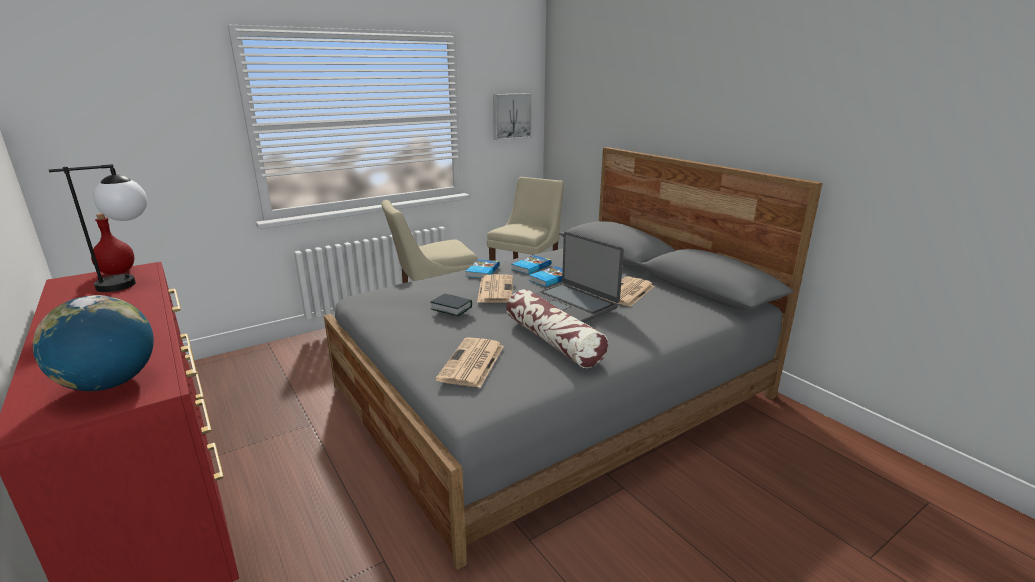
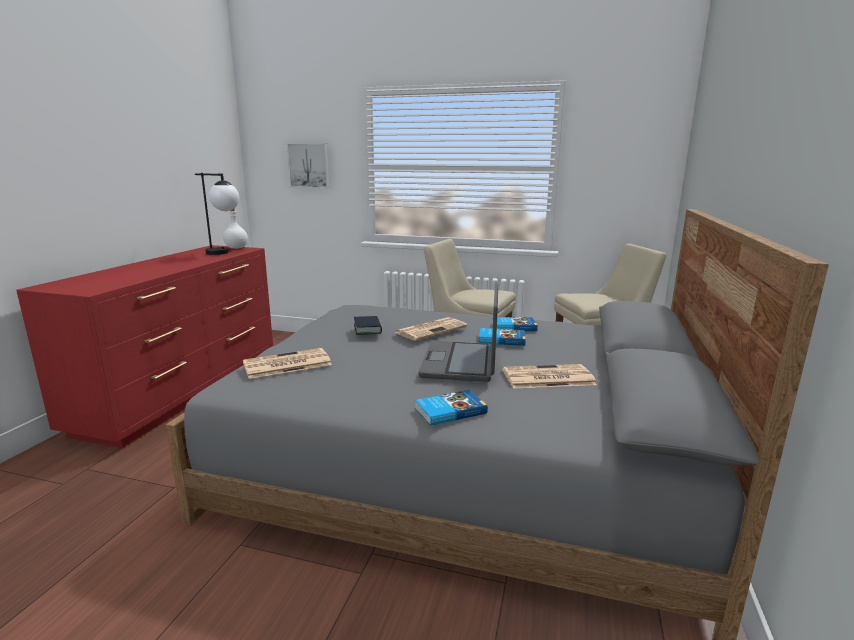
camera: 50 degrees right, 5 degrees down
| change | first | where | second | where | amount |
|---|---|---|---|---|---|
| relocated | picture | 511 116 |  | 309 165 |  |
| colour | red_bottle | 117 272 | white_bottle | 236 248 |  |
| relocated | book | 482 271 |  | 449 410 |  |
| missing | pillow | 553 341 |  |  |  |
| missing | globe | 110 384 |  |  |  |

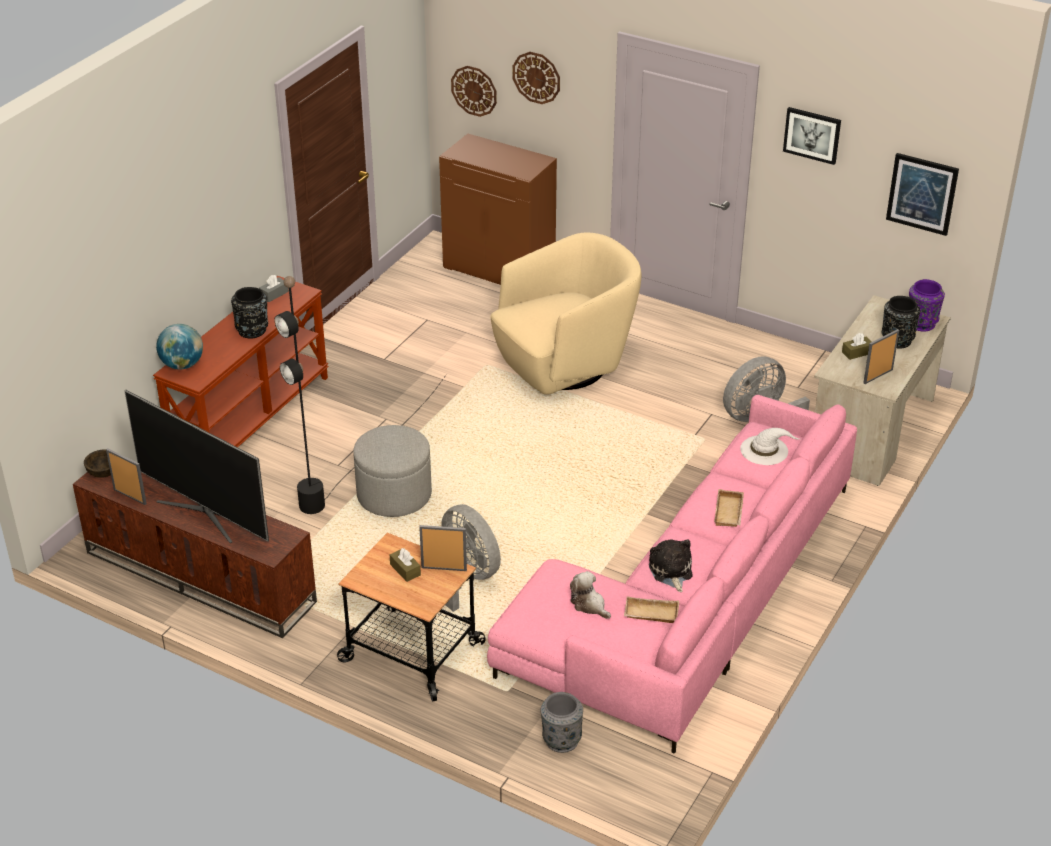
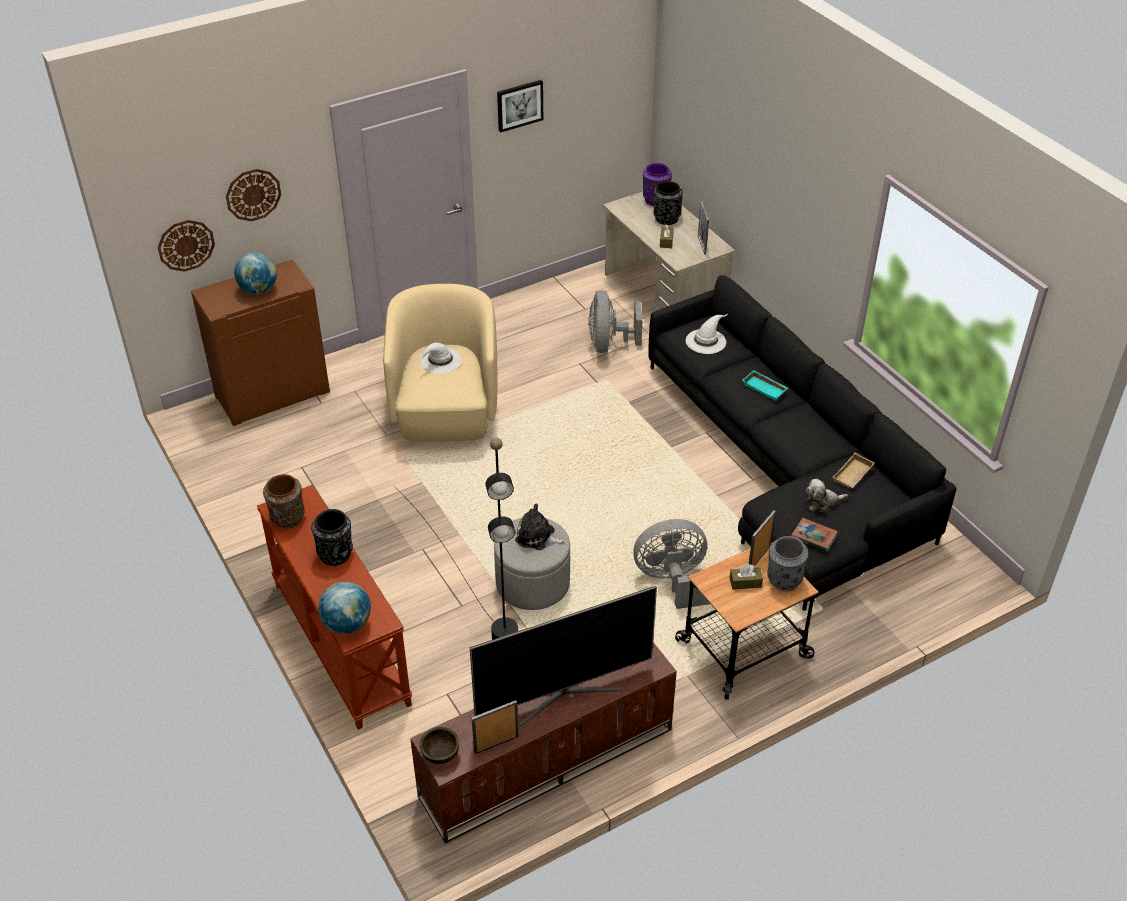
camera: 60 degrees left, 5 degrees up
| change | first | where | second | where | amount |
|---|---|---|---|---|---|
| missing | picture | 922 193 |  |  |  |
| exchanged | grey_tissue_box | 274 294 | brown_vase | 288 518 |  |
| colour | pink_sofa | 689 601 | black_sofa | 784 468 |  |
| colour | beige_tray | 730 512 | turquoise_tray | 765 388 |  |
| relocated | plush_toy | 671 571 |  | 537 537 |  |
| relocated | grey_vase | 561 740 |  | 784 580 |  |
| appeared |  |  | globe | 259 290 |  |
| appeared |  |  | white_hat | 440 361 |  |
| appeared |  |  | book | 813 537 |  |

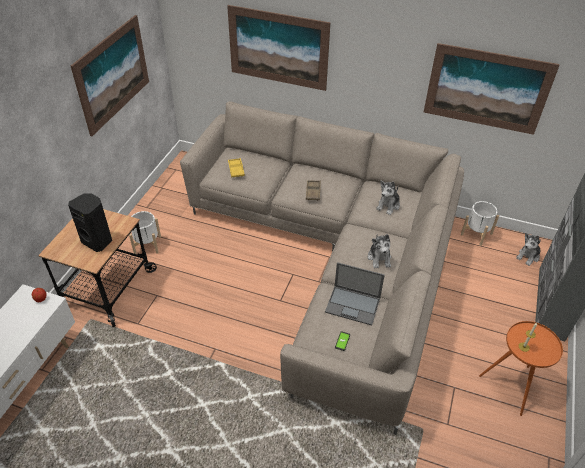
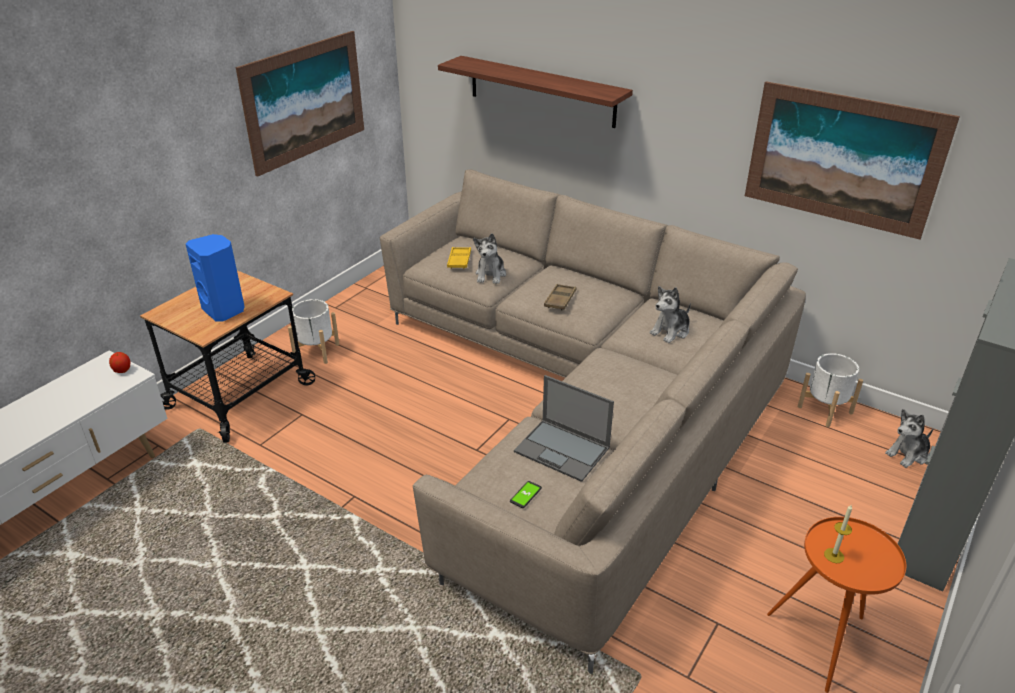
camera: 15 degrees right, 10 degrees down
| change | first | where | second | where | amount |
|---|---|---|---|---|---|
| exchanged | picture | 278 48 | shelf | 541 91 |  |
| colour | black_speaker | 98 241 | blue_speaker | 225 310 |  |
| relocated | plush_toy | 379 258 |  | 490 275 |  |

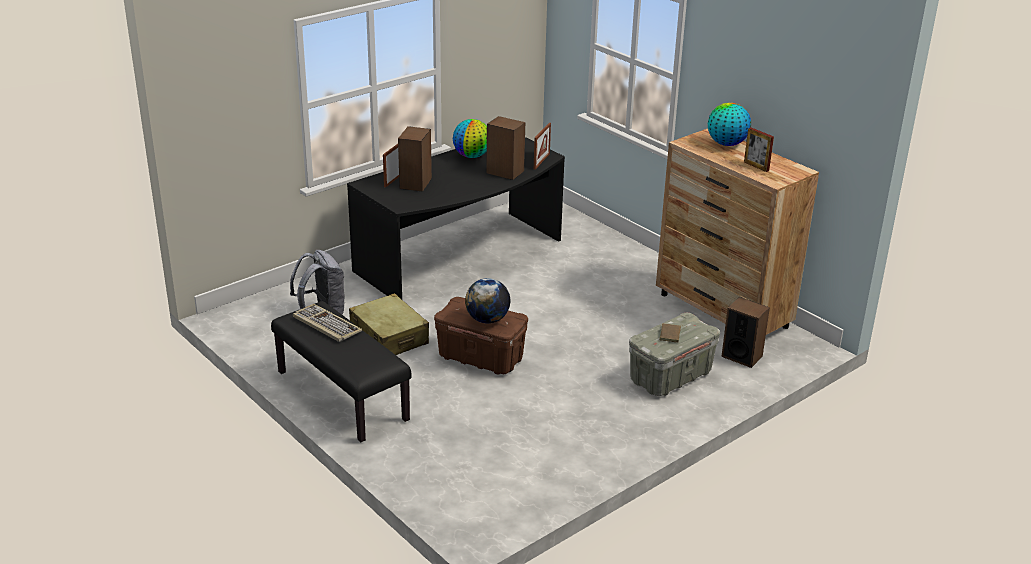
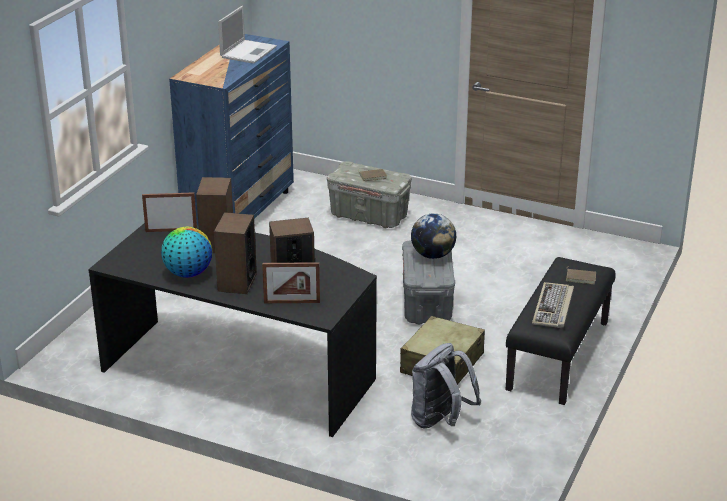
camera: 115 degrees left, 0 degrees up
| change | first | where | second | where | amount |
|---|---|---|---|---|---|
| missing | globe | 726 144 |  |  |  |
| exchanged | picture_frame | 756 166 | laptop | 248 52 |  |
| colour | brown_dresser | 723 311 | blue_dresser | 240 212 |  |
| colour | brown_storage_box | 480 358 | grey_storage_box | 427 305 |  |
| relocated | speaker | 742 356 |  | 237 282 |  |
| appeared |  |  | brown_book | 581 277 |  |

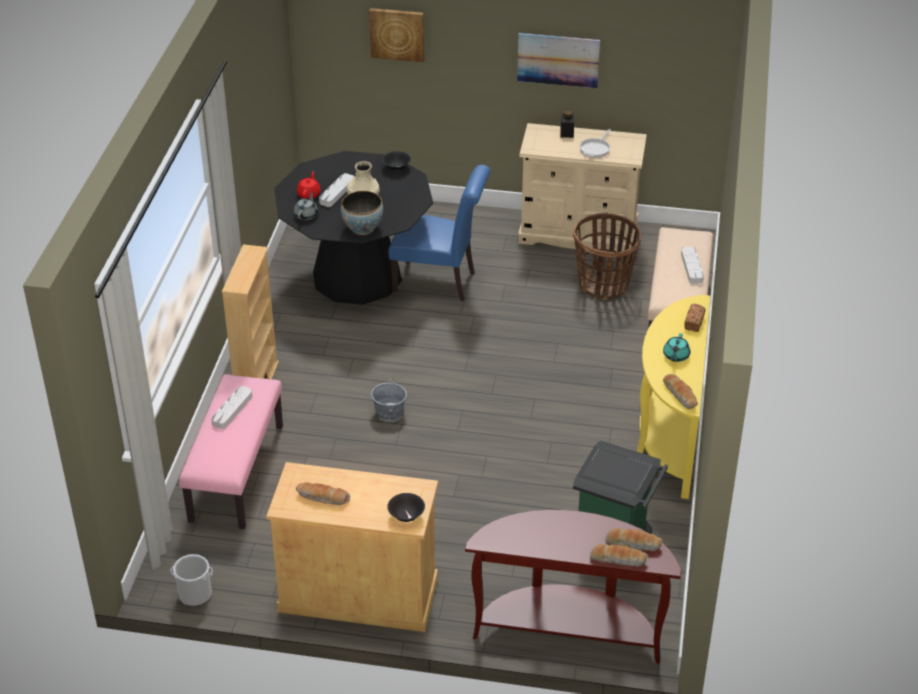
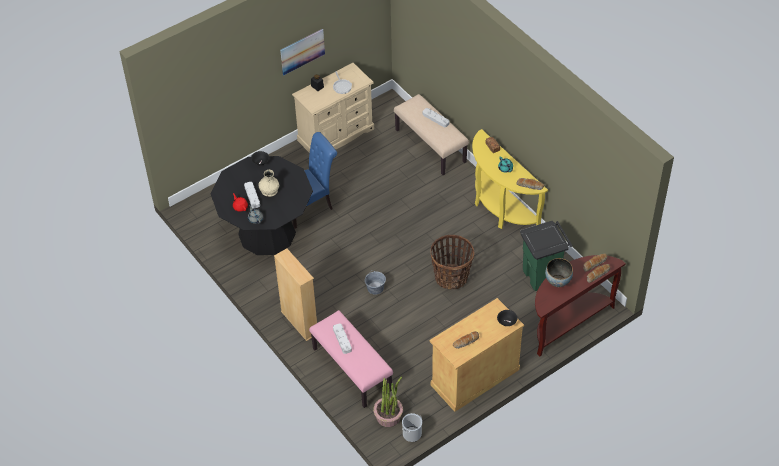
camera: 45 degrees left, 10 degrees up
| change | first | where | second | where | amount |
|---|---|---|---|---|---|
| missing | picture | 397 34 |  |  |  |
| relocated | bowl | 363 228 |  | 558 281 |  |
| relocated | basket | 603 285 |  | 451 277 |  |
| appeared |  |  | potted_plant | 388 416 |  |

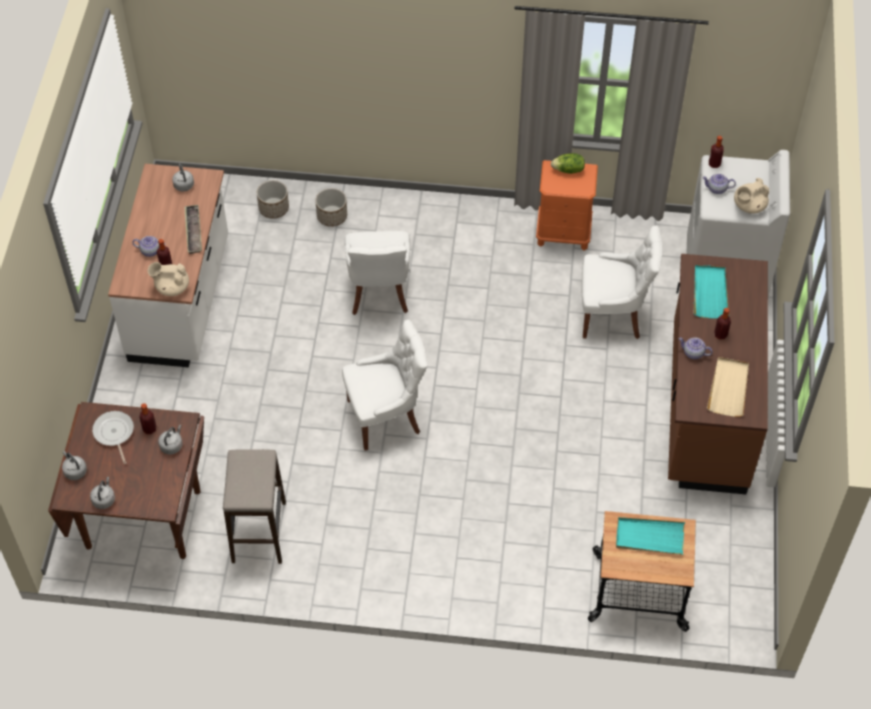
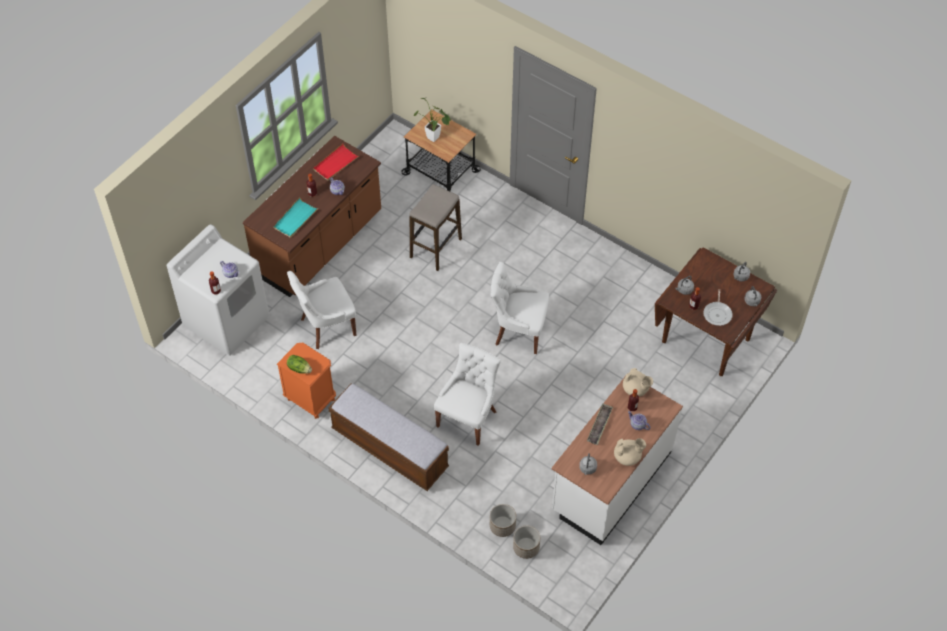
camera: 150 degrees left, 0 degrees up
| change | first | where | second | where | amount |
|---|---|---|---|---|---|
| relocated | beige_teapot | 748 206 |  | 627 457 |  |
| relocated | planter | 332 216 |  | 526 547 |  |
| spun | white_chair | 613 315 |  | 326 327 | 60 degrees counterclockwise |
| colour | beige_tray | 728 388 | red_tray | 336 164 |  |
| relocated | stool | 259 532 |  | 435 248 |  |
| exchanged | turquoise_tray | 649 537 | potted_plant | 435 139 |  |
| appeared |  |  | bench | 389 448 |  |

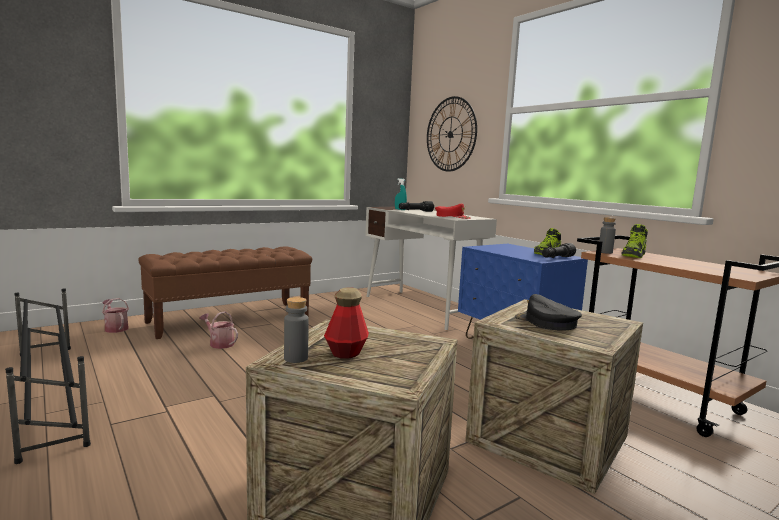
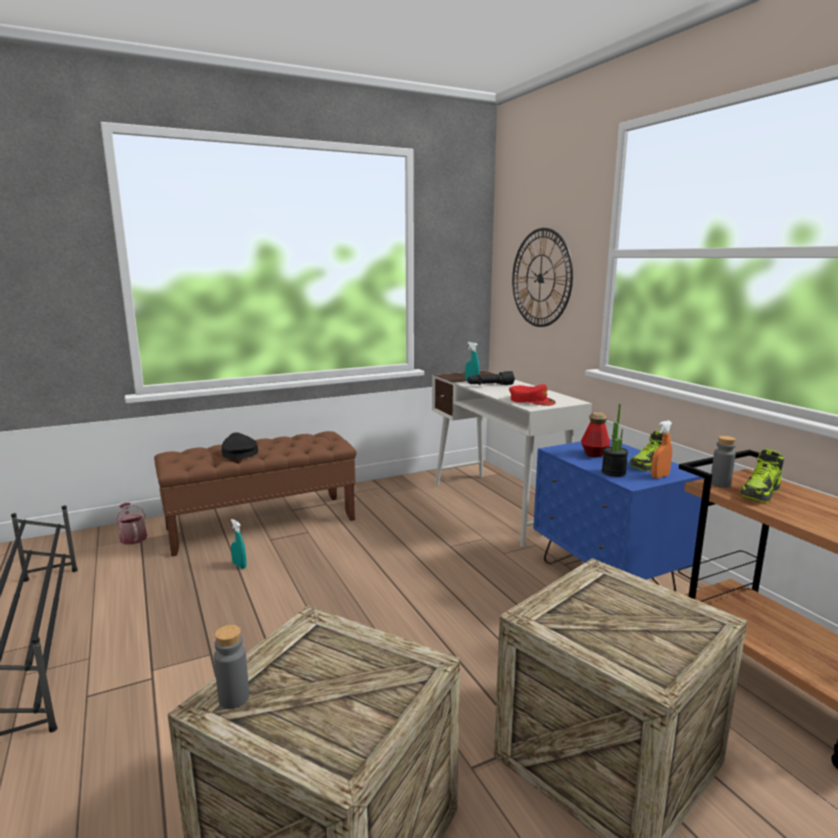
camera: 10 degrees right, 5 degrees up
| change | first | where | second | where | amount |
|---|---|---|---|---|---|
| exchanged | black_flashlight | 557 258 | orange_spray_bottle | 659 476 |  |
| relocated | bottle | 346 352 |  | 594 454 |  |
| relocated | black_cap | 546 322 |  | 239 453 |  |
| exchanged | watering_can | 219 343 | turquoise_spray_bottle | 239 565 |  |
| appeared |  |  | potted_plant | 613 472 |  |

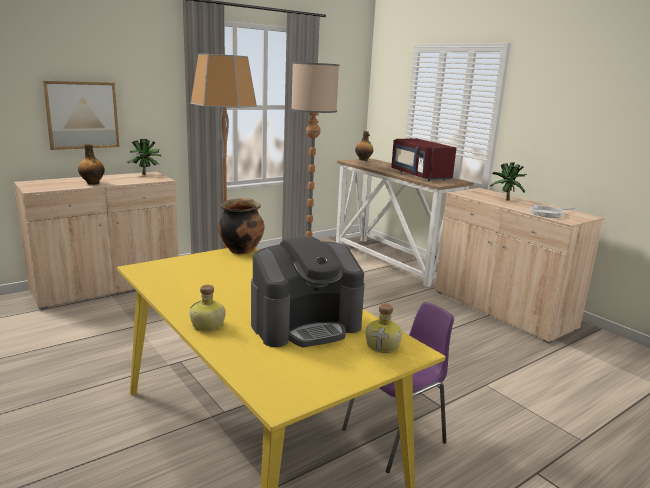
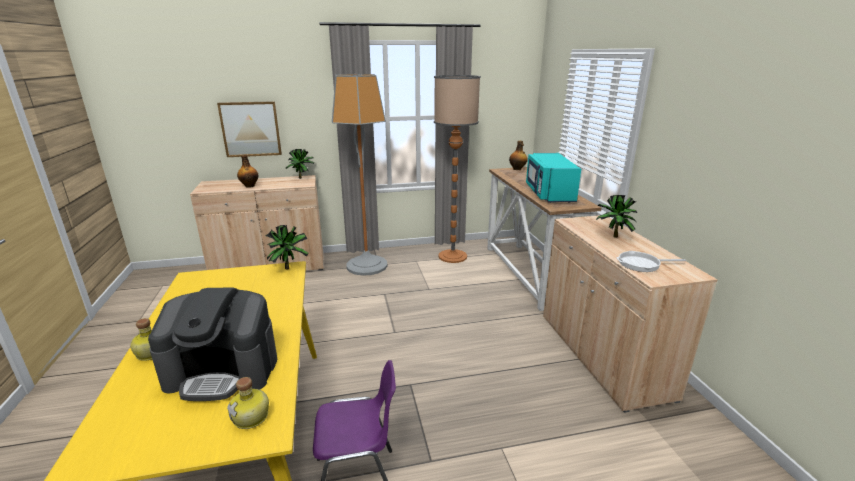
camera: 25 degrees right, 5 degrees up
| change | first | where | second | where | amount |
|---|---|---|---|---|---|
| colour | red_microwave | 419 175 | turquoise_microwave | 548 194 |  |
| exchanged | cooking_pot | 241 250 | potted_plant | 289 267 |  |

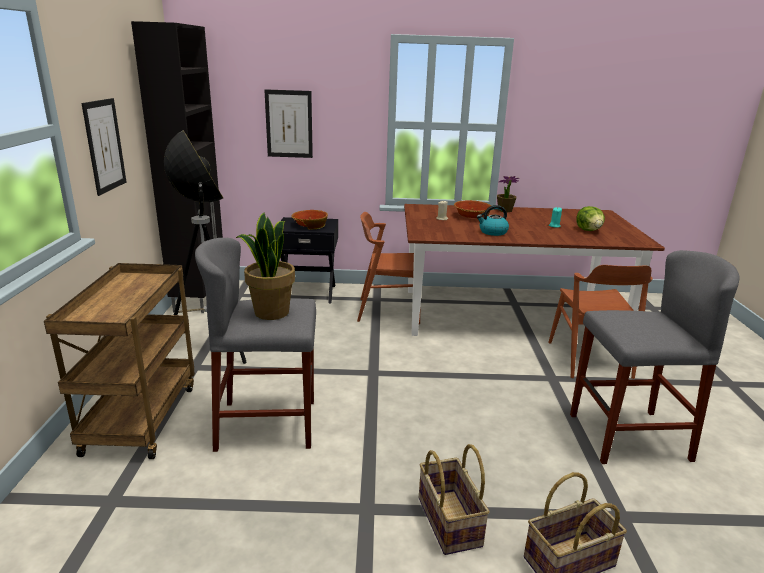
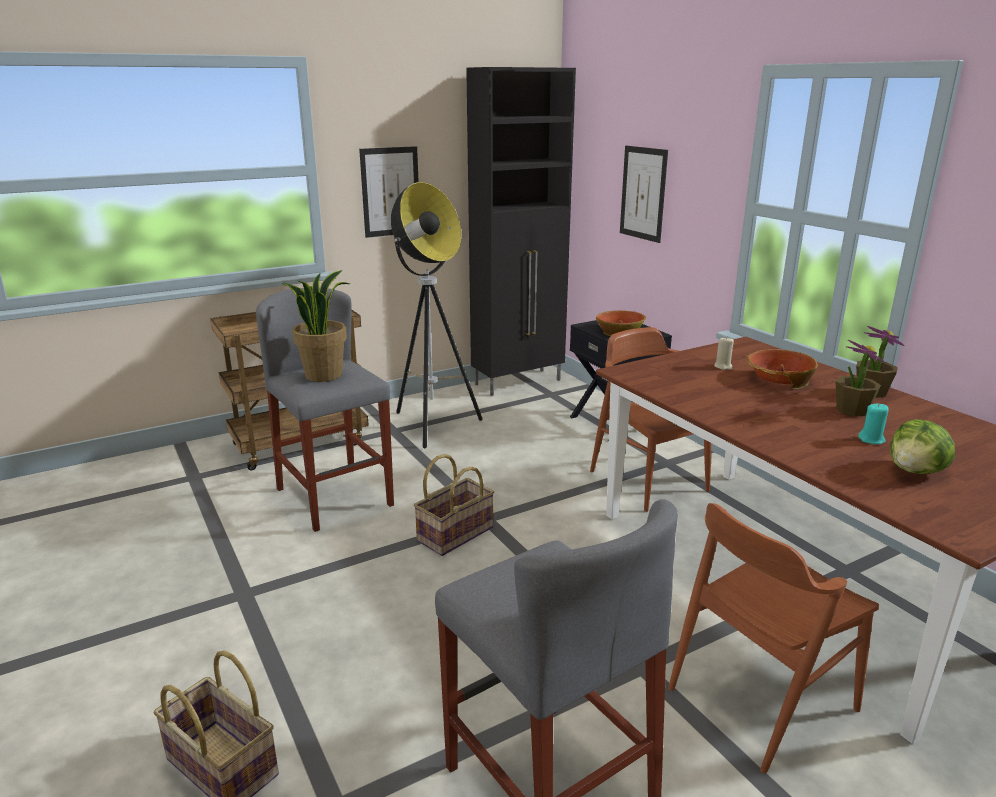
camera: 60 degrees right, 0 degrees up
| change | first | where | second | where | amount |
|---|---|---|---|---|---|
| missing | kettle | 492 232 |  |  |  |
| relocated | basket | 447 521 |  | 455 533 |  |
| appeared |  |  | potted_plant | 852 410 |  |

